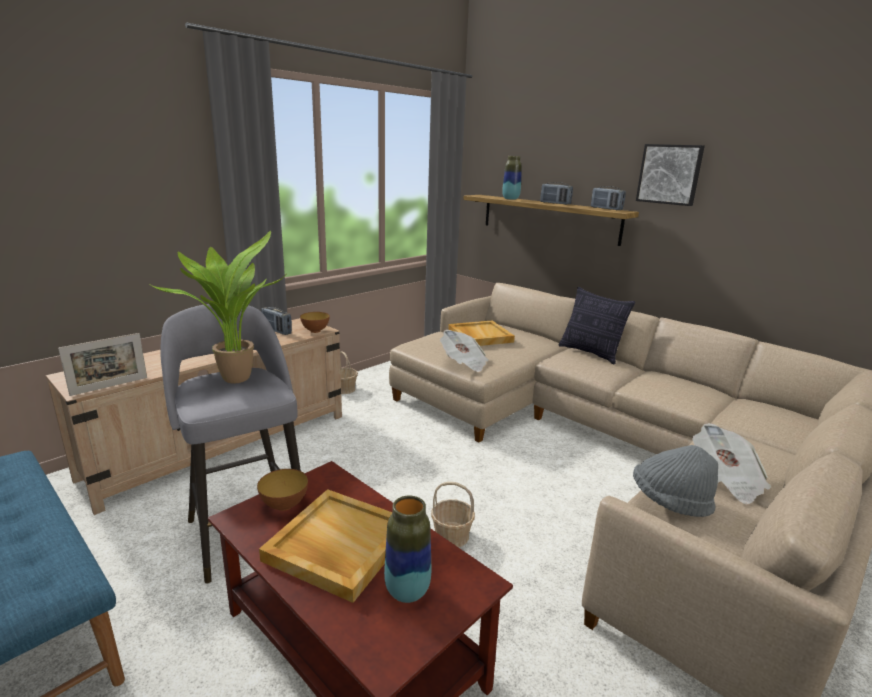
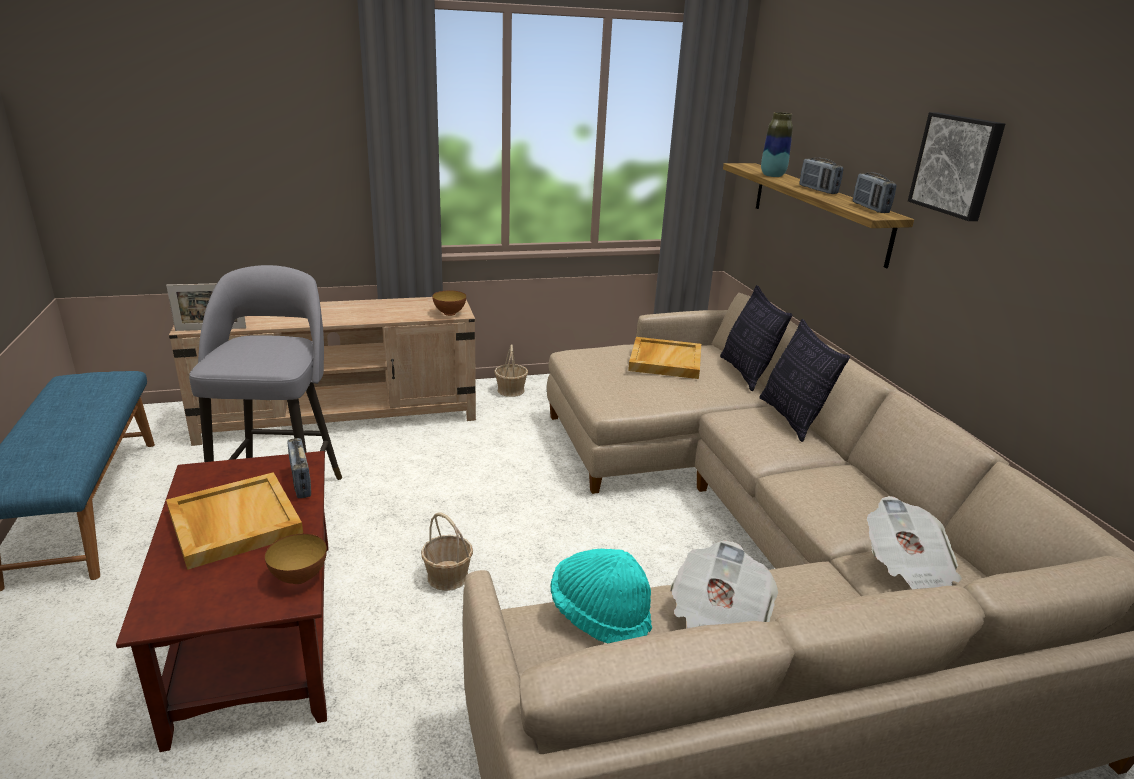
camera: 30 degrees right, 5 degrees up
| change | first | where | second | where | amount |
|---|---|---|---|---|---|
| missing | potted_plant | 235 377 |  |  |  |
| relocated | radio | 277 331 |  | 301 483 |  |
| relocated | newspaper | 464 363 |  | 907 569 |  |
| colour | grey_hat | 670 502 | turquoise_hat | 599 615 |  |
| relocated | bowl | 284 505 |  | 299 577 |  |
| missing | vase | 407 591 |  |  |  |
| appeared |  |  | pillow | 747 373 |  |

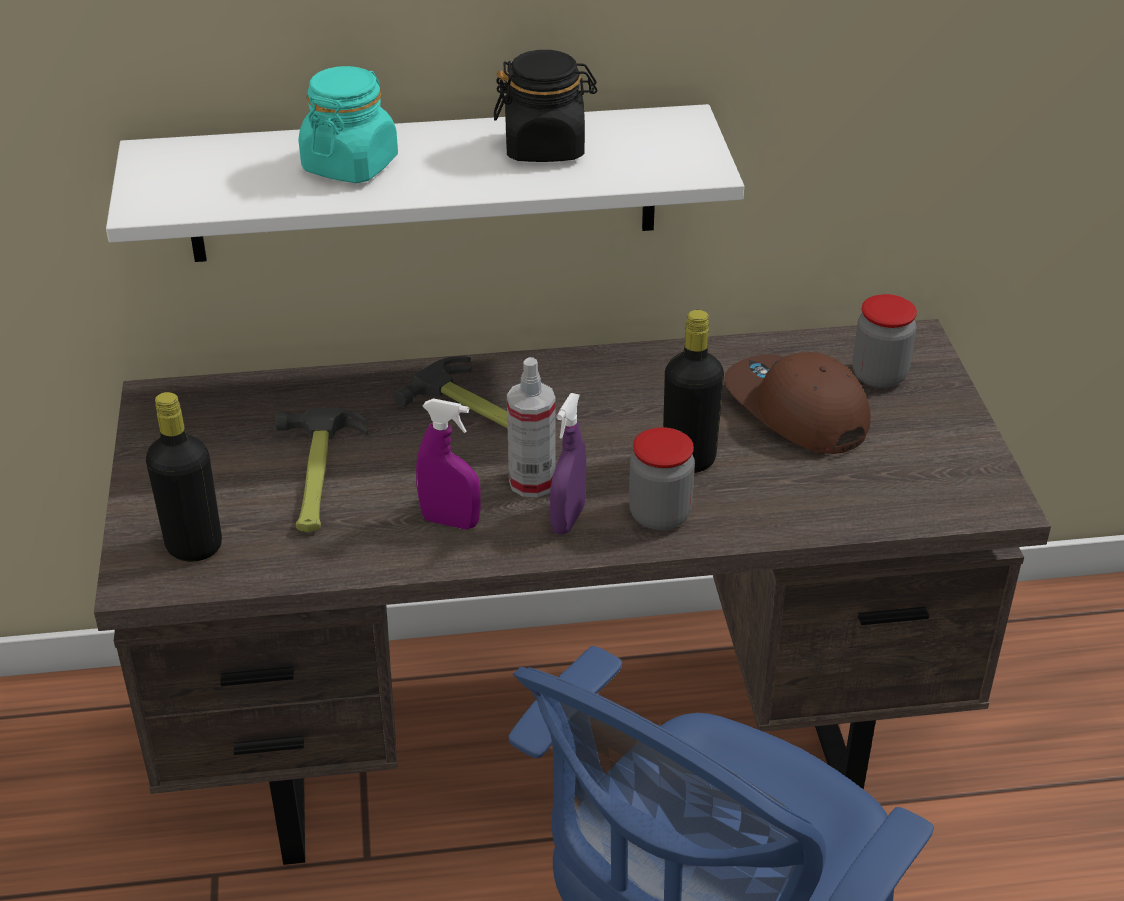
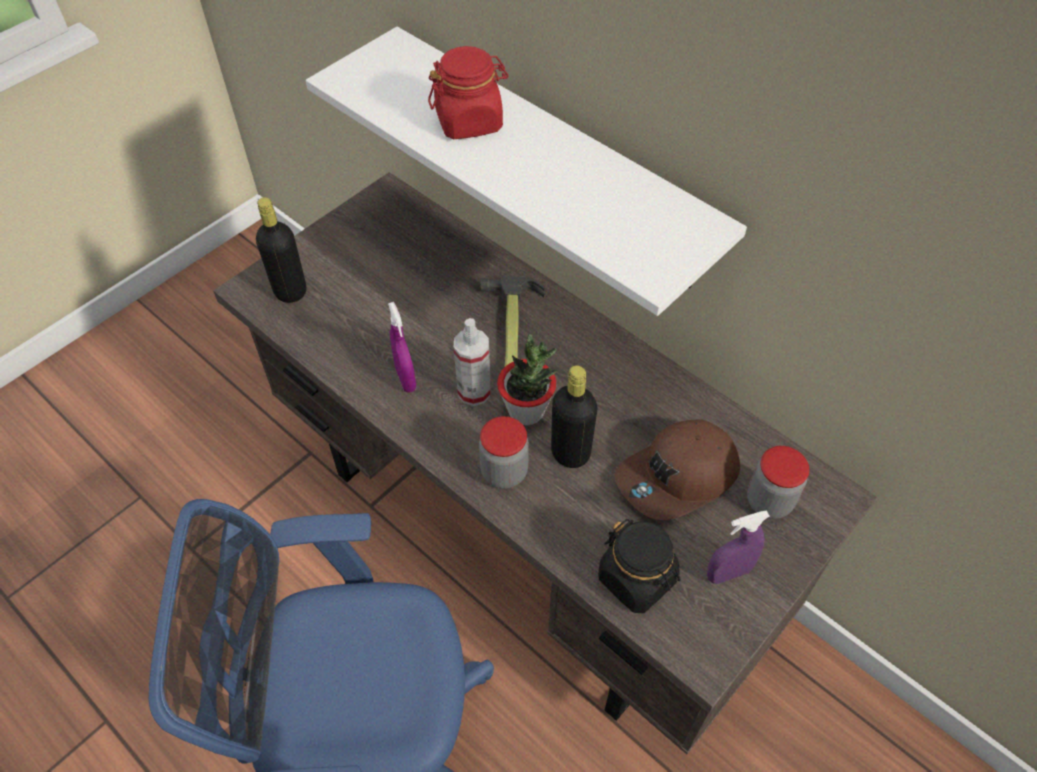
camera: 50 degrees right, 15 degrees up
| change | first | where | second | where | amount |
|---|---|---|---|---|---|
| relocated | black_jar | 545 147 |  | 637 579 |  |
| colour | turquoise_jar | 350 165 | red_jar | 469 121 |  |
| spun | brown_cap | 795 411 |  | 678 478 | 135 degrees counterclockwise |
| relocated | purple_spray_bottle | 568 519 |  | 728 573 |  |
| missing | hammer | 316 476 |  |  |  |
| appeared |  |  | potted_plant | 526 411 |  |

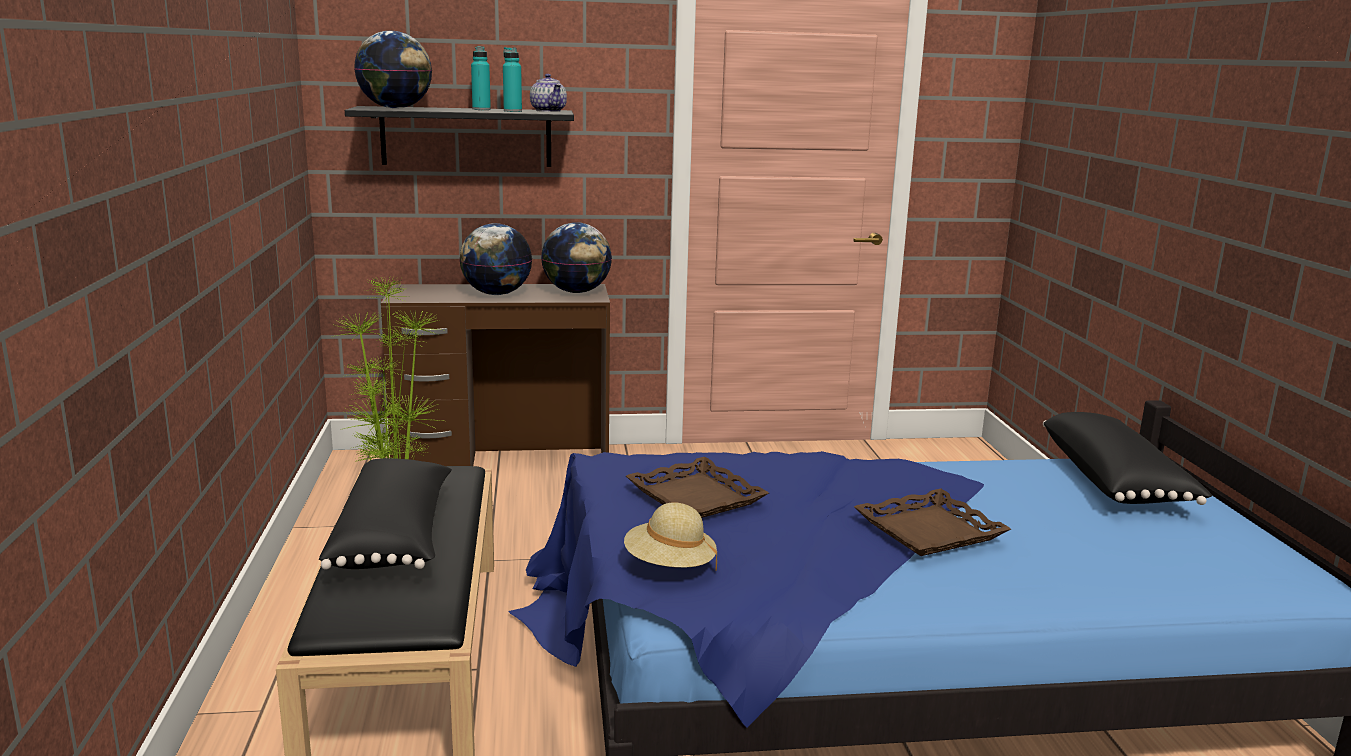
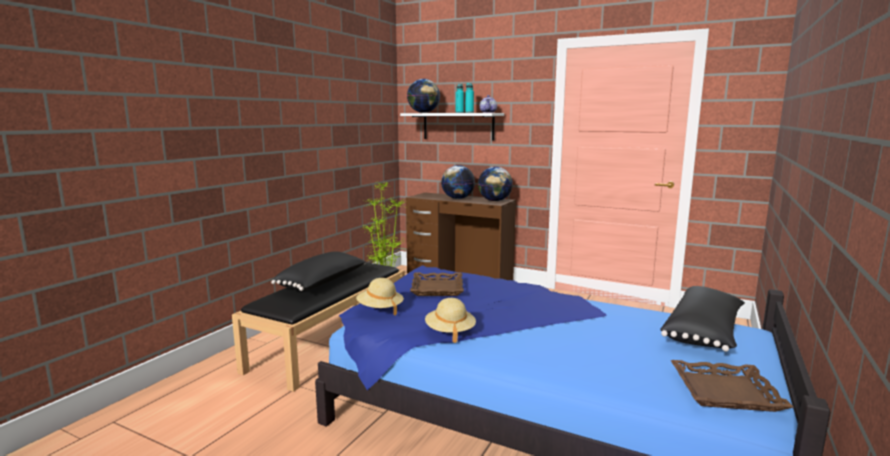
camera: 35 degrees right, 5 degrees down
| change | first | where | second | where | amount |
|---|---|---|---|---|---|
| colour | black_shelf | 466 137 | white_shelf | 458 126 |  |
| relocated | brown_tray | 928 530 |  | 725 391 |  |
| appeared |  |  | beige_hat | 450 332 |  |

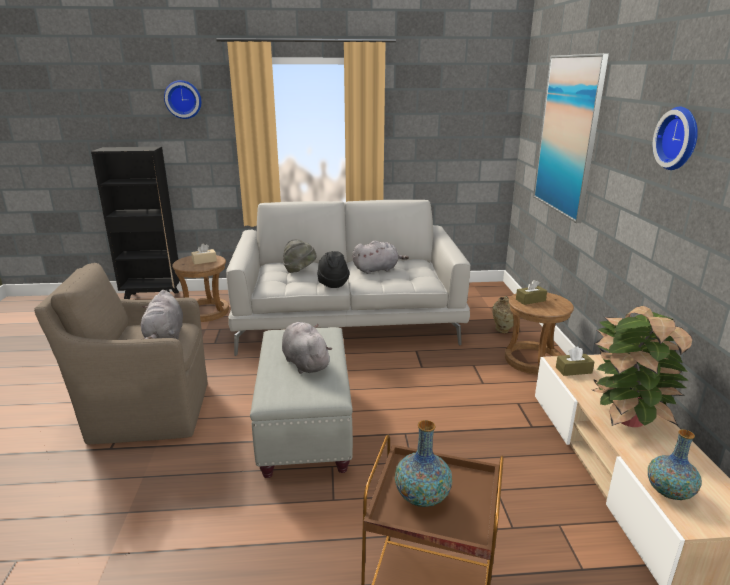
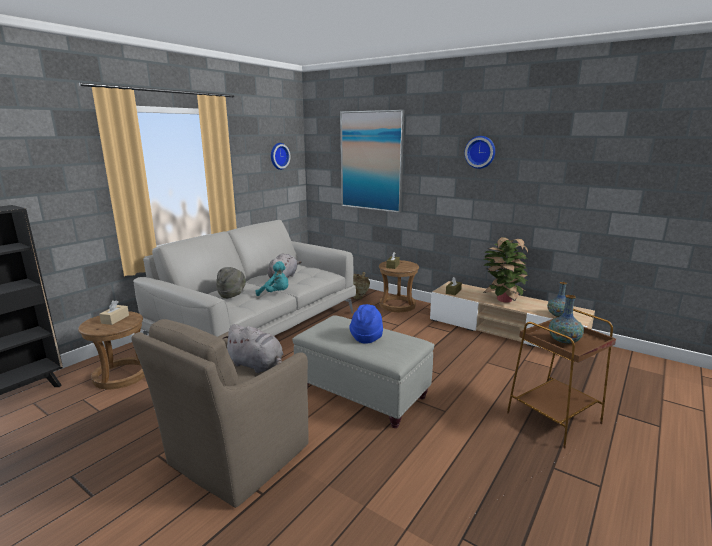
camera: 50 degrees left, 5 degrees down
| change | first | where | second | where | amount |
|---|---|---|---|---|---|
| relocated | wall_clock | 183 99 |  | 278 156 |  |
| exchanged | black_hat | 332 283 | turquoise_plush_toy | 276 293 |  |
| exchanged | grey_plush_toy | 305 362 | blue_hat | 366 337 |  |

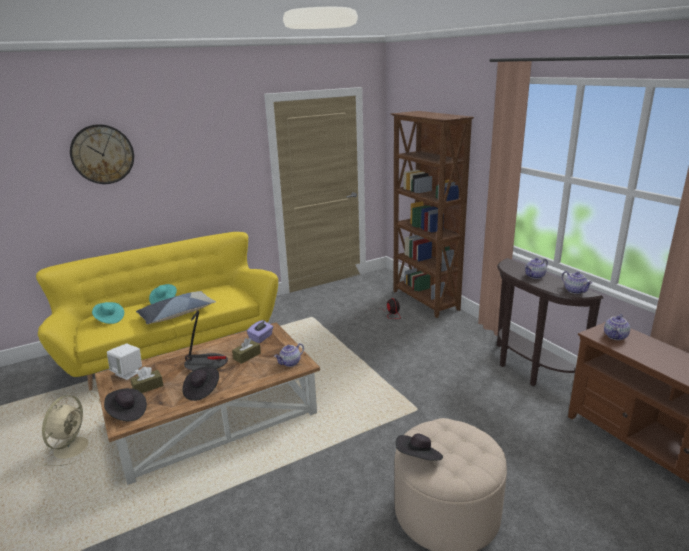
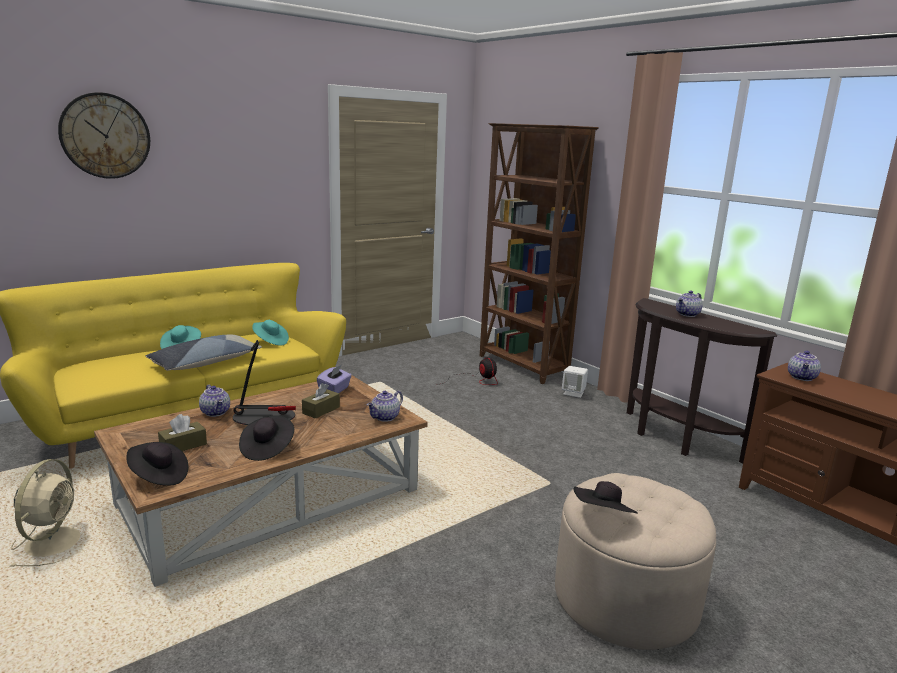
camera: 10 degrees left, 5 degrees down
| change | first | where | second | where | amount |
|---|---|---|---|---|---|
| relocated | teapot | 575 291 |  | 216 412 |  |
| relocated | turquoise_hat | 109 319 |  | 270 341 |  |
| relocated | white_speaker | 128 373 |  | 573 393 |  |

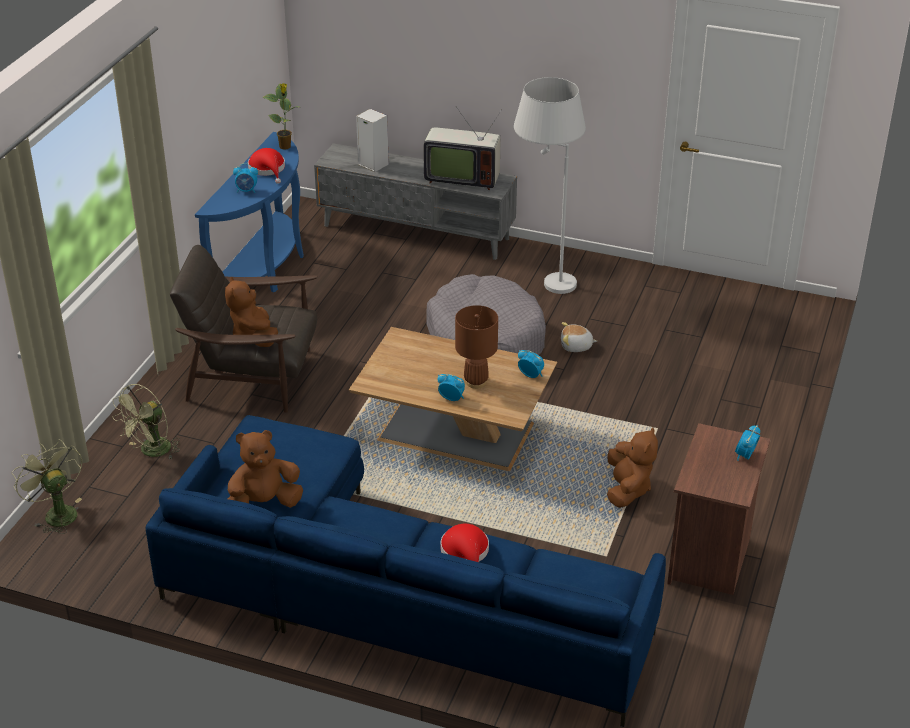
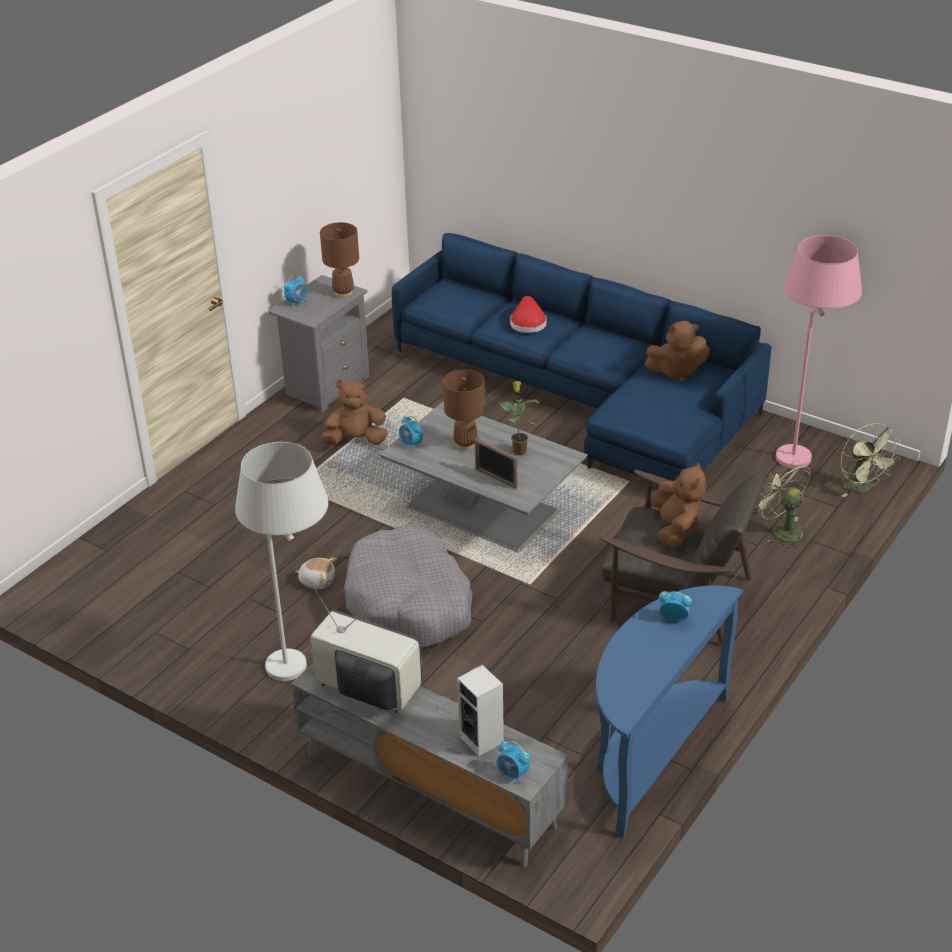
camera: 165 degrees left, 0 degrees up
| change | first | where | second | where | amount |
|---|---|---|---|---|---|
| relocated | potted_plant | 285 147 |  | 519 451 |  |
| missing | red_hat | 268 169 |  |  |  |
| colour | brown_coffee_table | 453 431 | grey_coffee_table | 485 510 |  |
| relocated | alarm_clock | 451 398 |  | 513 775 |  |
| spun | green_fan | 151 452 |  | 781 530 | 90 degrees counterclockwise |
| colour | brown_nightstand | 710 560 | grey_nightstand | 326 386 |  |
| spun | brown_plush_toy | 627 489 |  | 355 441 | 60 degrees clockwise |
| appeared |  |  | brown_table_lamp | 343 293 |  |
| appeared |  |  | pink_floor_lamp | 801 448 |  |
| appeared |  |  | picture_frame | 496 478 |  |

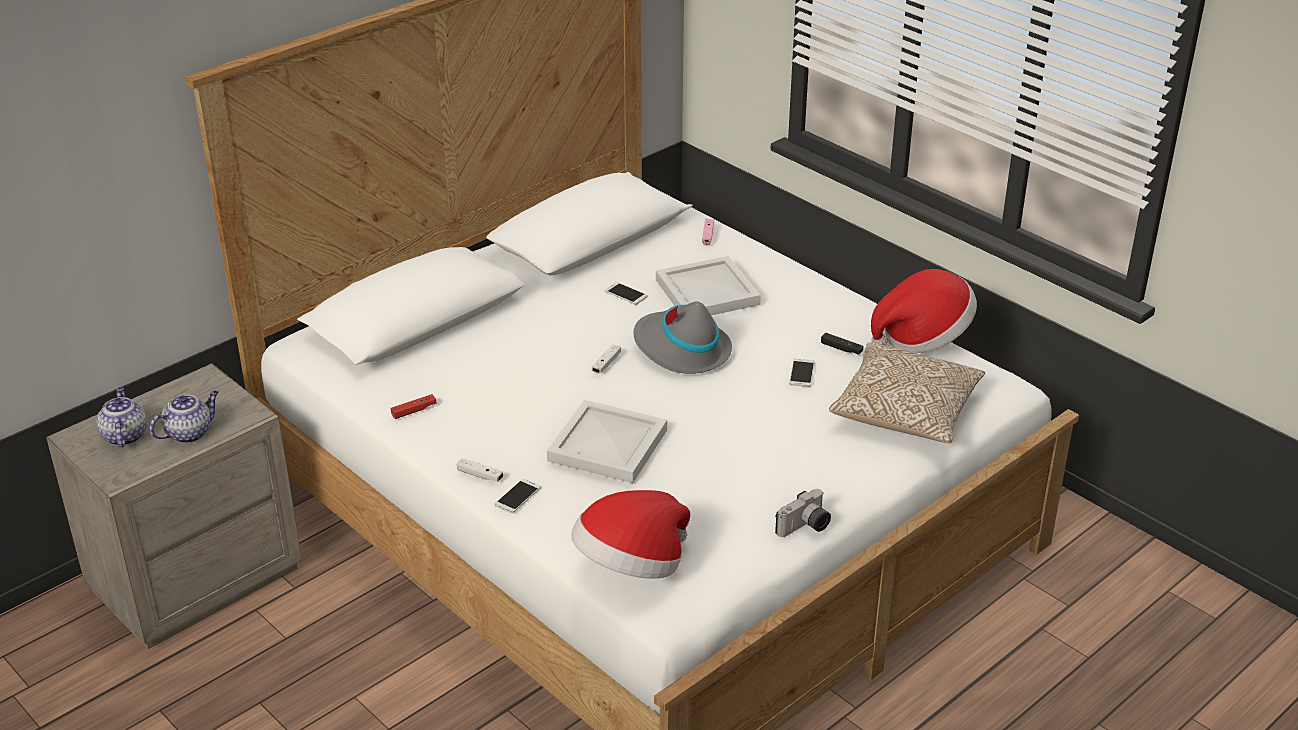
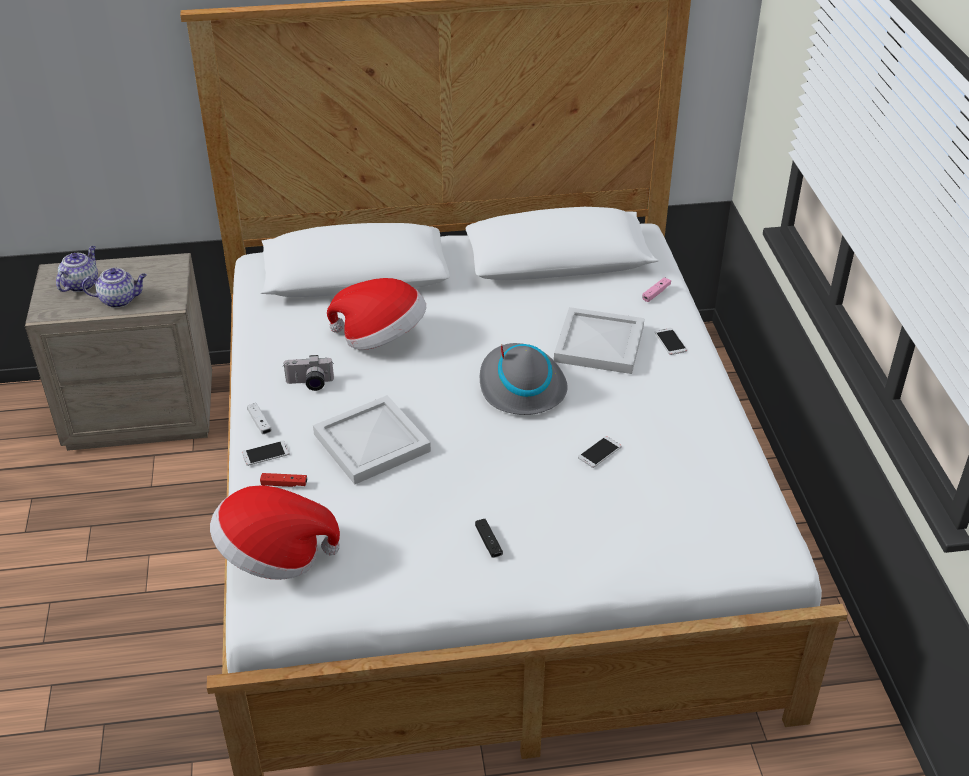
camera: 35 degrees right, 5 degrees up
| change | first | where | second | where | amount |
|---|---|---|---|---|---|
| relocated | hat | 922 337 |  | 381 338 |  |
| relocated | phone | 626 294 |  | 670 341 |  |
| relocated | black_game_controller | 841 348 |  | 488 542 |  |
| missing | pillow | 905 412 |  |  |  |
| missing | white_game_controller | 606 364 |  |  |  |
| relocated | red_game_controller | 414 411 |  | 284 484 |  |
| relocated | photo_camera | 805 528 |  | 309 384 |  |

